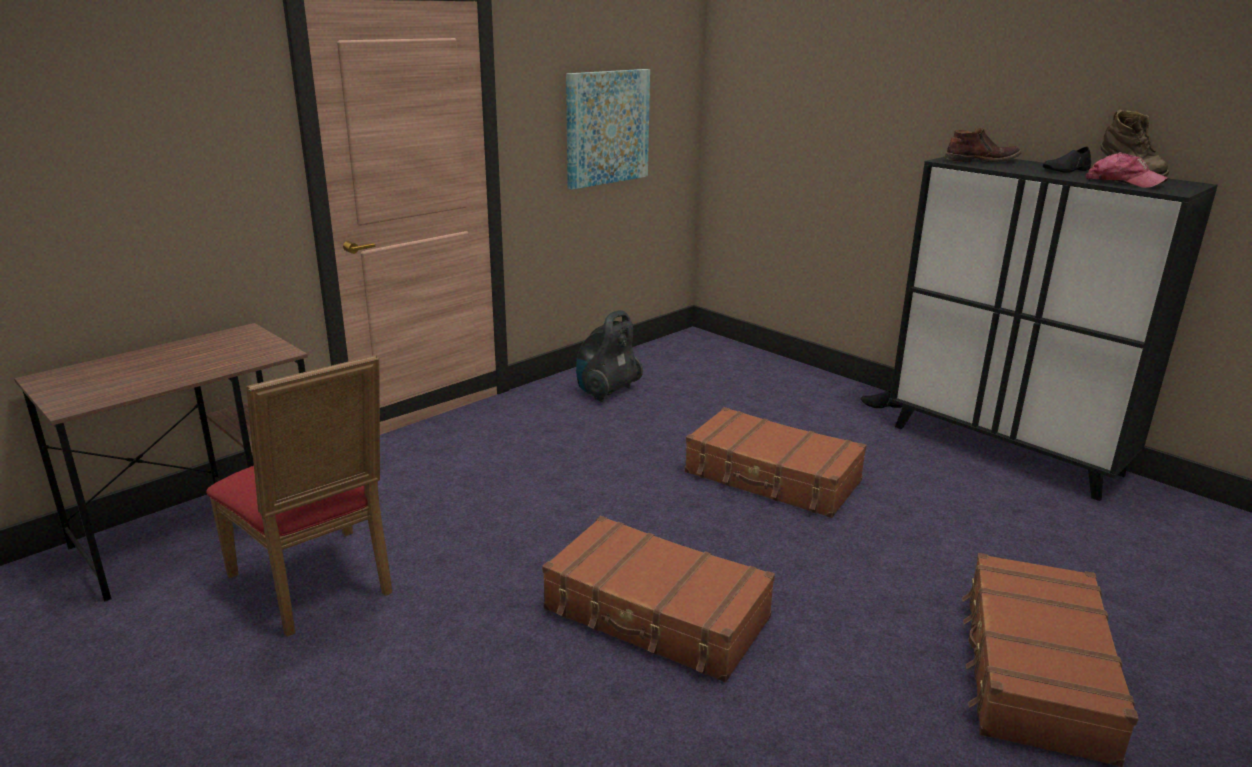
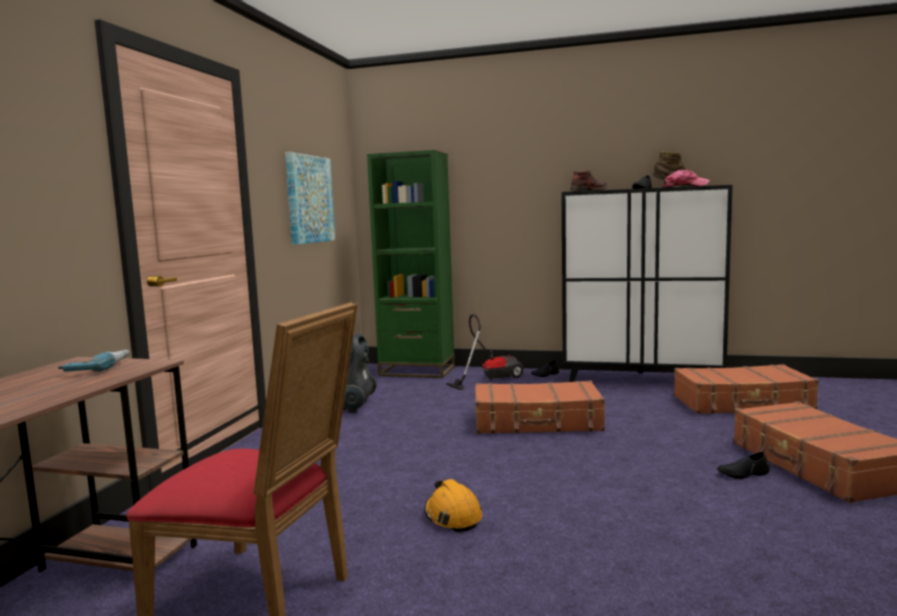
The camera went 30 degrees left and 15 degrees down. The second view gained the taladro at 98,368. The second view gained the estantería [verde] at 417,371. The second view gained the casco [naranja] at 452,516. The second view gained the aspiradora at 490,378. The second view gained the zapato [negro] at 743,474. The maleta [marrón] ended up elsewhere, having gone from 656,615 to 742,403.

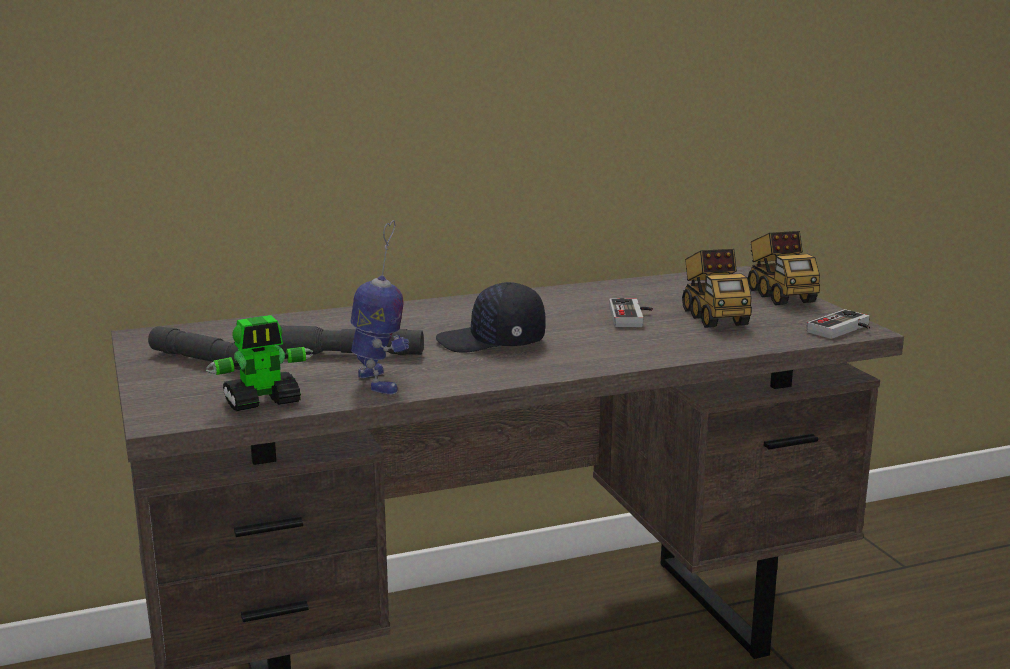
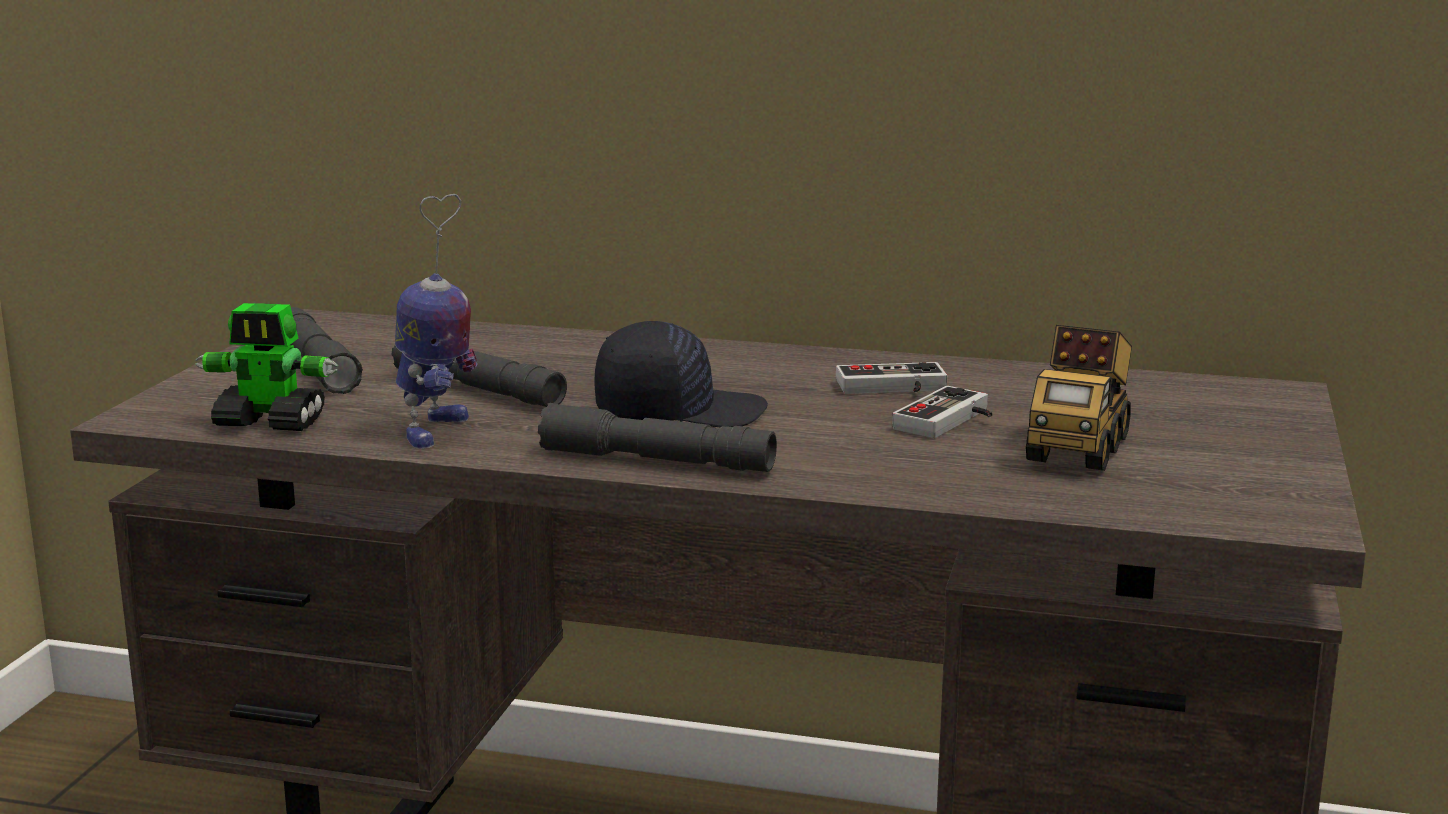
The camera went 35 degrees right and 0 degrees up. The second view lost the camión de juguete at 779,296. The second view gained the linterna [gris] at 657,461. The mando de consola ended up elsewhere, having gone from 843,330 to 893,389. The gorra [negro] at 492,342 ended up facing another way, 135 degrees clockwise from before.

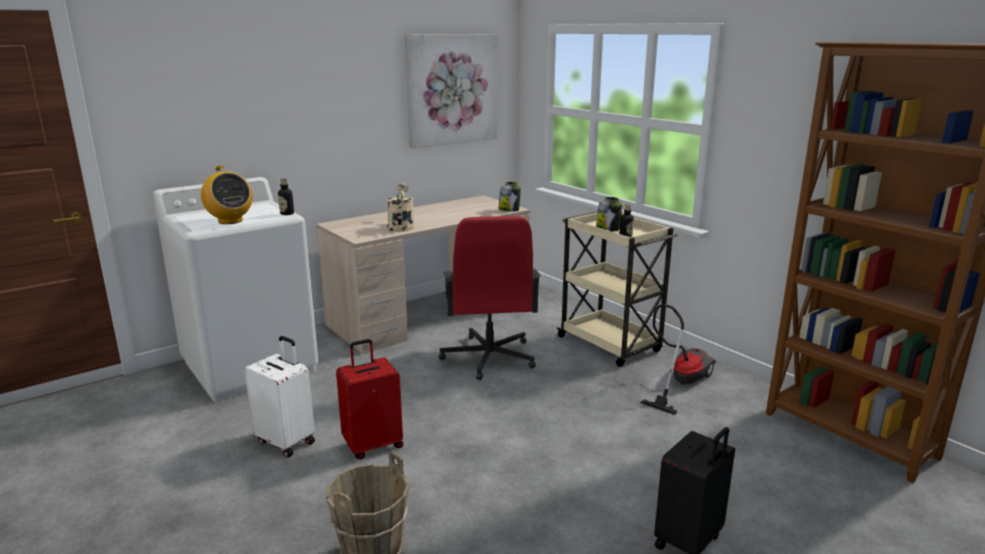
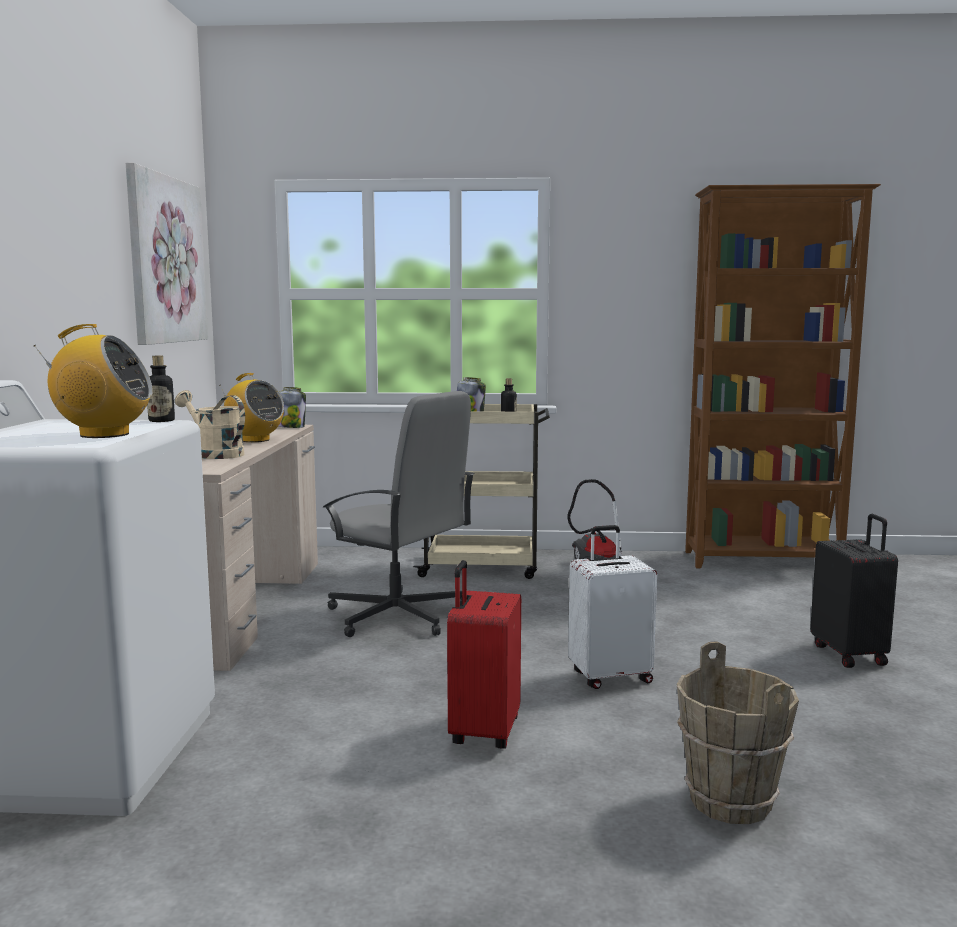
The camera went 50 degrees left and 10 degrees down. The second view gained the radio at 254,440. The maleta [blanco] ended up elsewhere, having gone from 287,441 to 610,676. What was the silla de oficina [rojo] at 489,358 turned into the silla de oficina [gris] at 397,616.

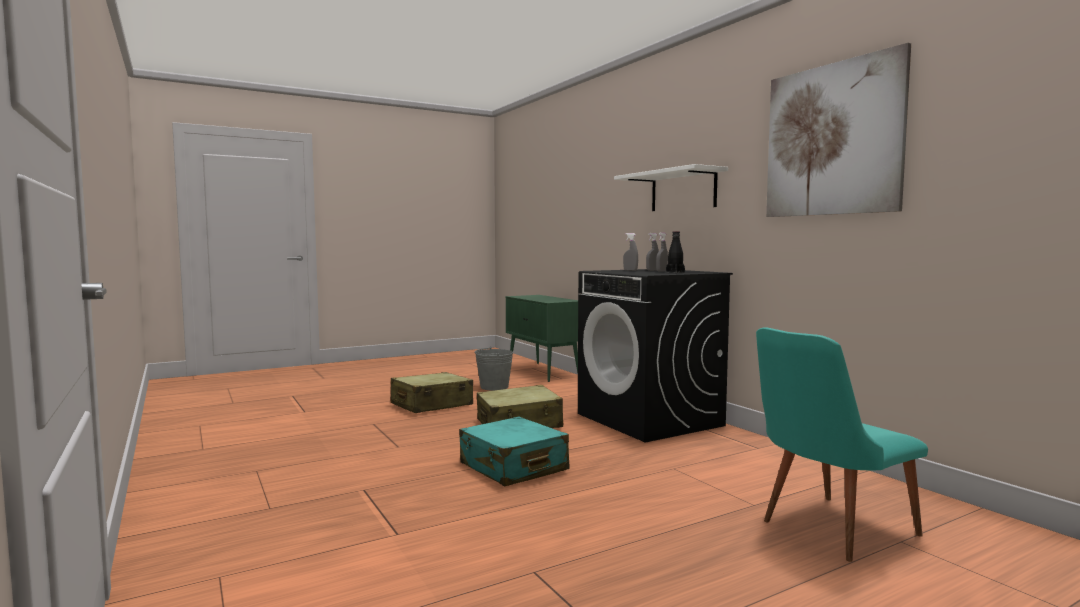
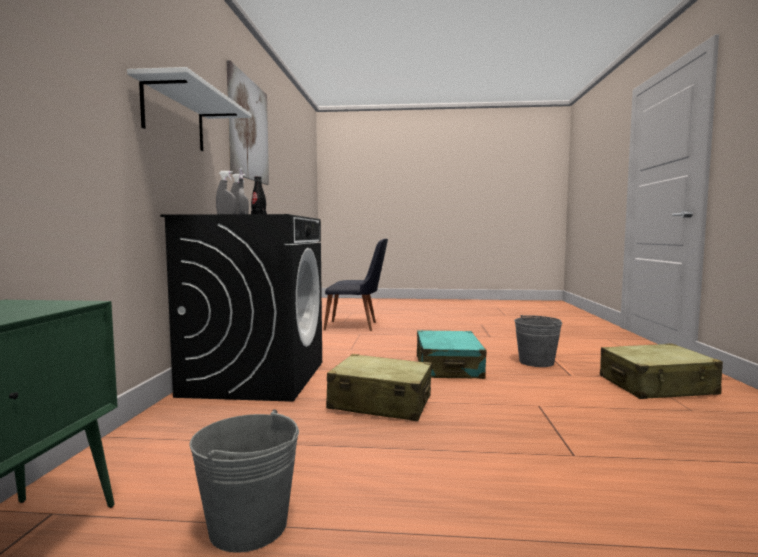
The camera went 145 degrees left and 0 degrees up. The second view gained the cubo [gris] at 536,362. The maleta [beis] ended up elsewhere, having gone from 431,405 to 656,386. What was the silla [turquesa] at 827,530 turned into the silla [negro] at 357,326.

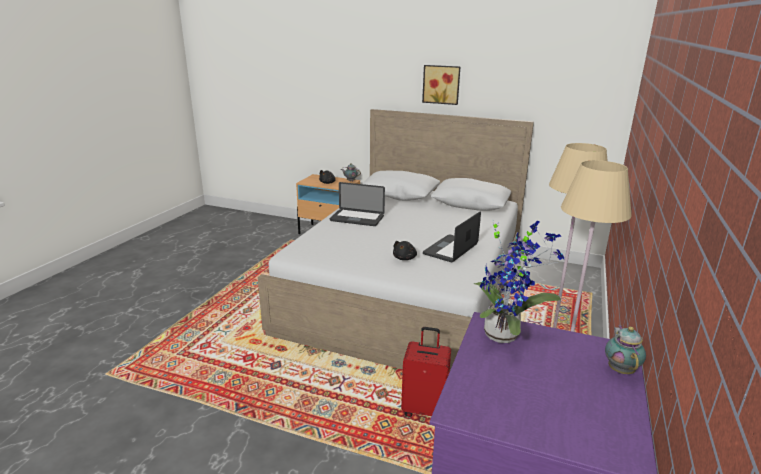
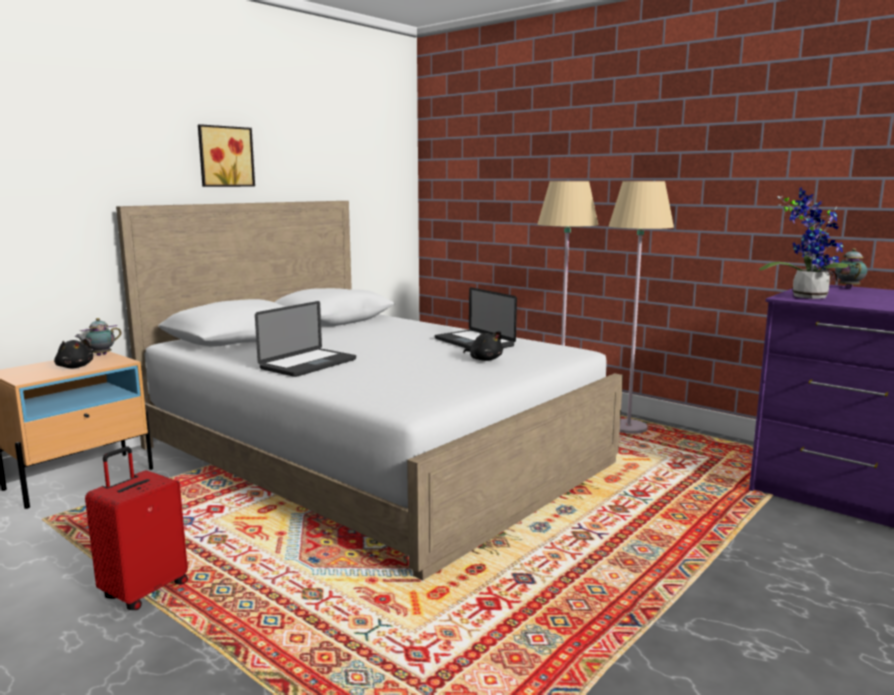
The camera went 70 degrees left and 10 degrees down. The maleta [rojo] ended up elsewhere, having gone from 425,409 to 144,591. The tetera at 620,369 ended up facing another way, 75 degrees clockwise from before.

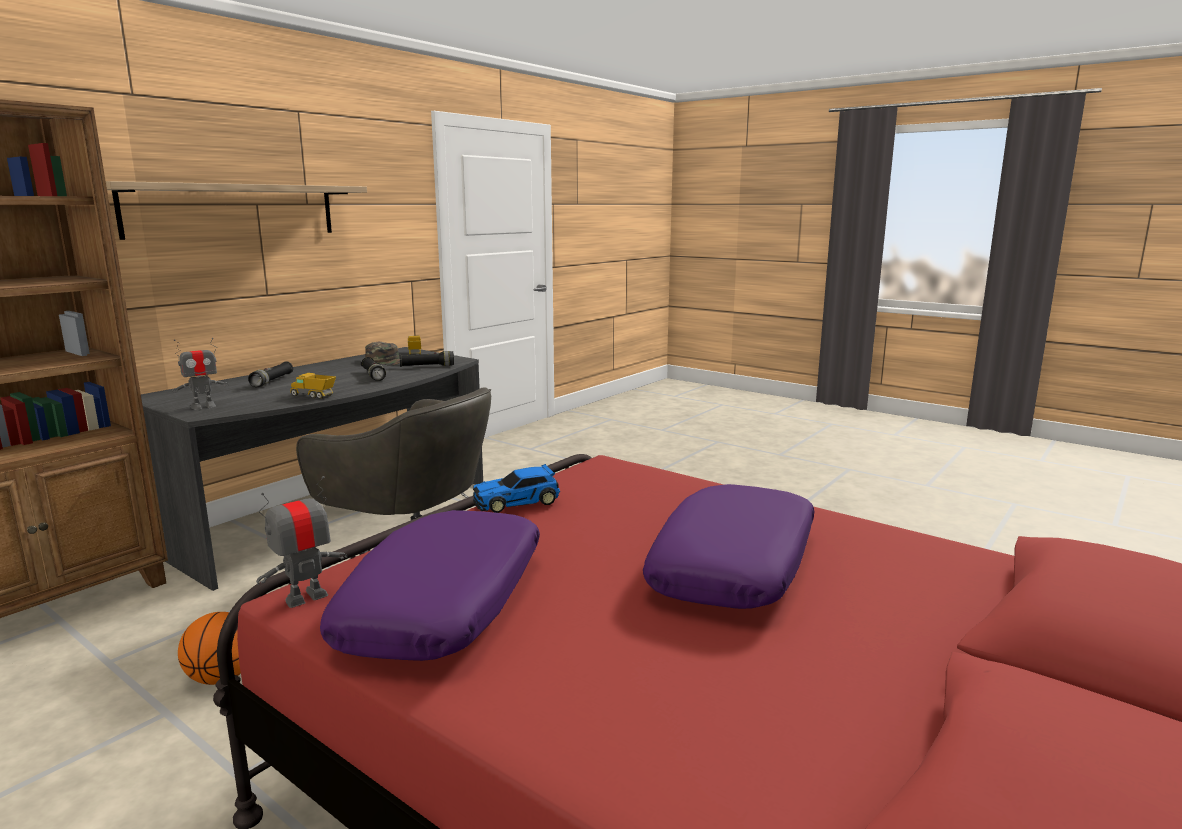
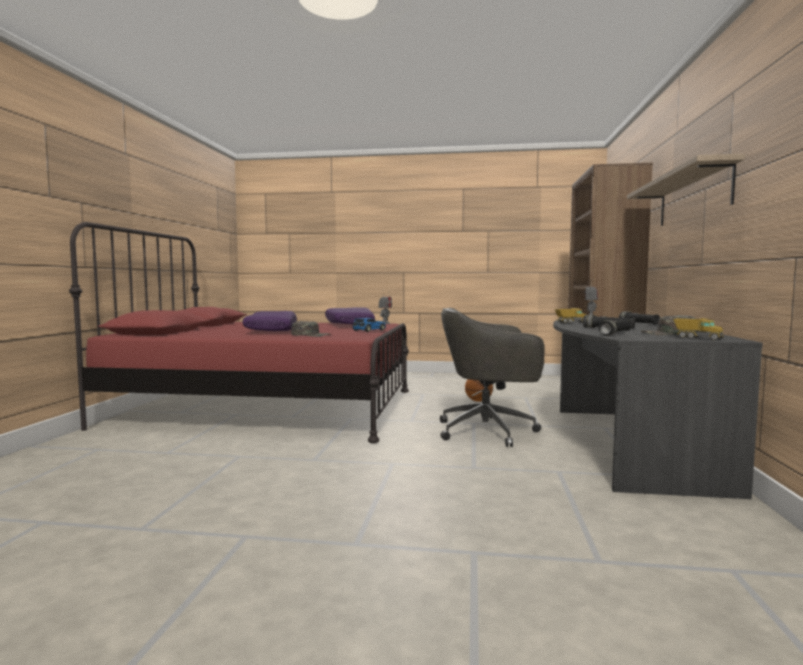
The camera went 150 degrees right and 10 degrees down. The second view gained the gorra [verde] at 311,335.

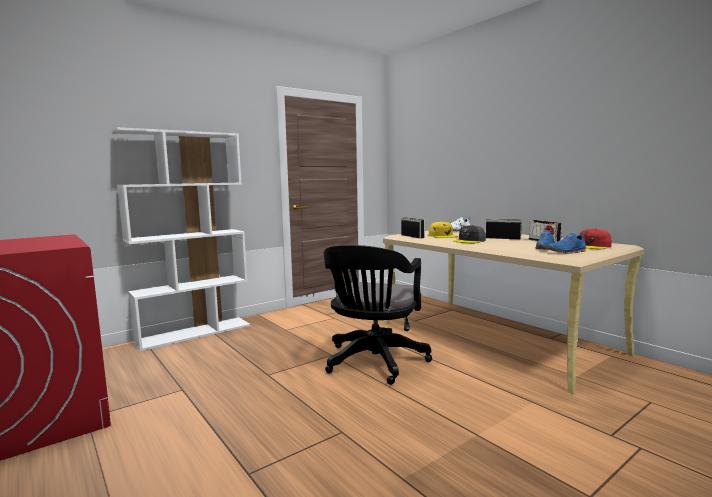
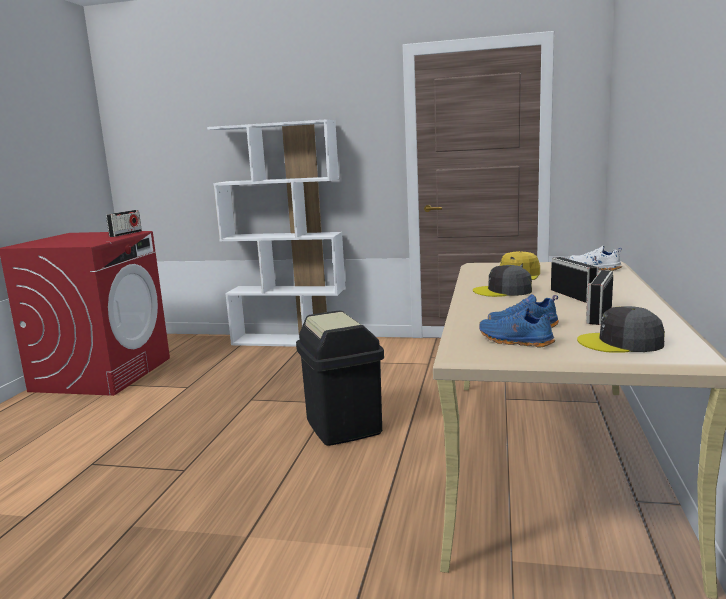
The camera went 50 degrees right and 5 degrees up. The radio ended up elsewhere, having gone from 412,236 to 125,234. Where the silla de oficina [negro] stood at 373,363, the papelera [negro] came to stand at 342,427. What was the gorra [rojo] at 592,246 turned into the gorra [gris] at 621,343.

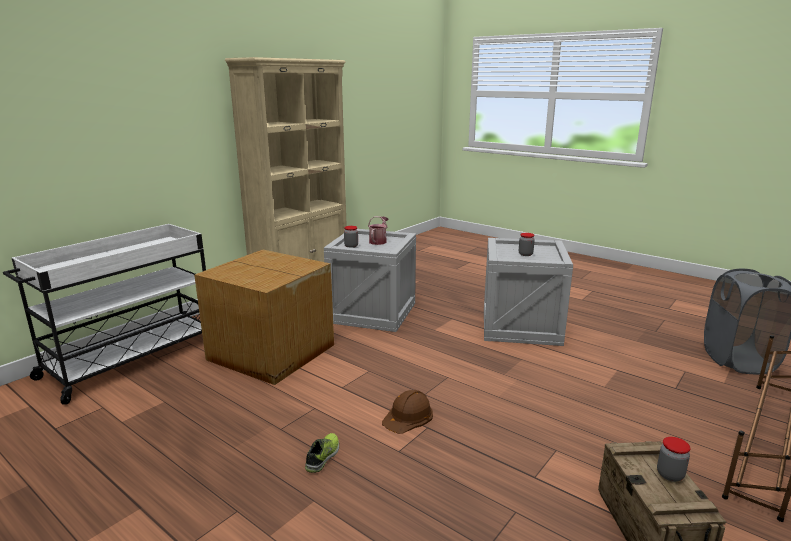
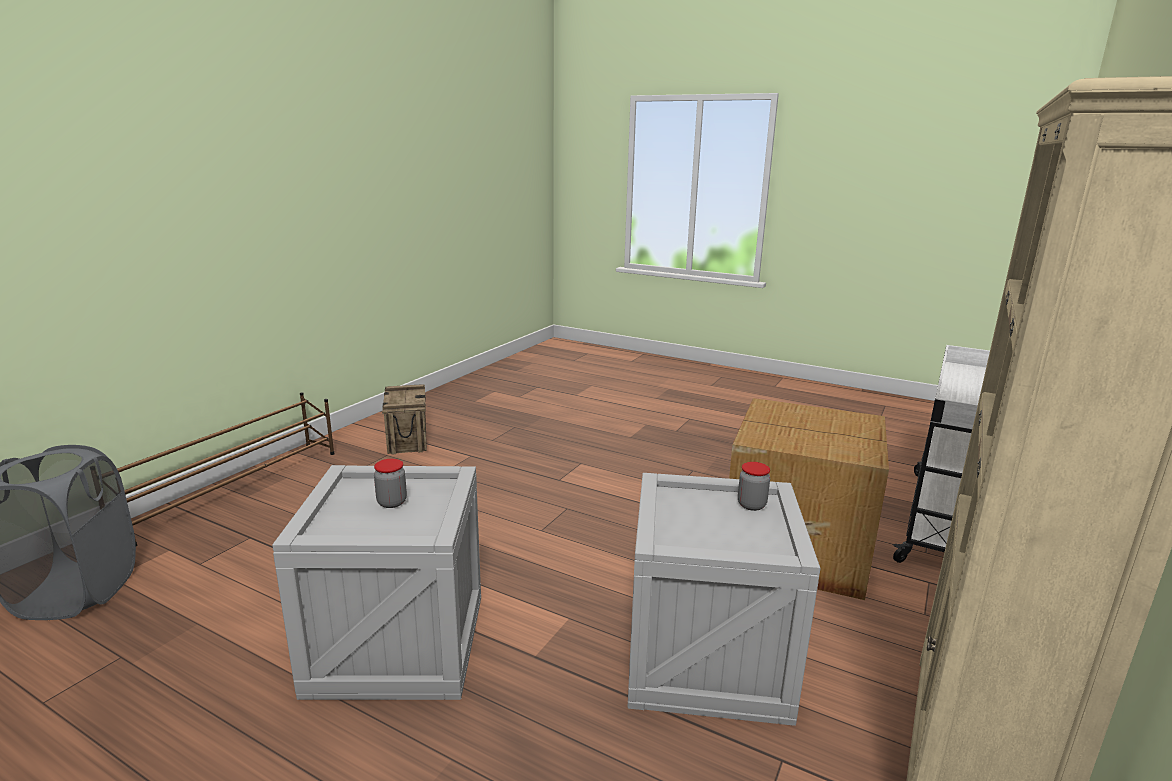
The camera went 170 degrees right and 0 degrees up. The second view lost the zapato at 323,456. The second view lost the regadera at 378,241. The second view lost the casco [marrón] at 408,416. The second view lost the tarro at 670,475.

